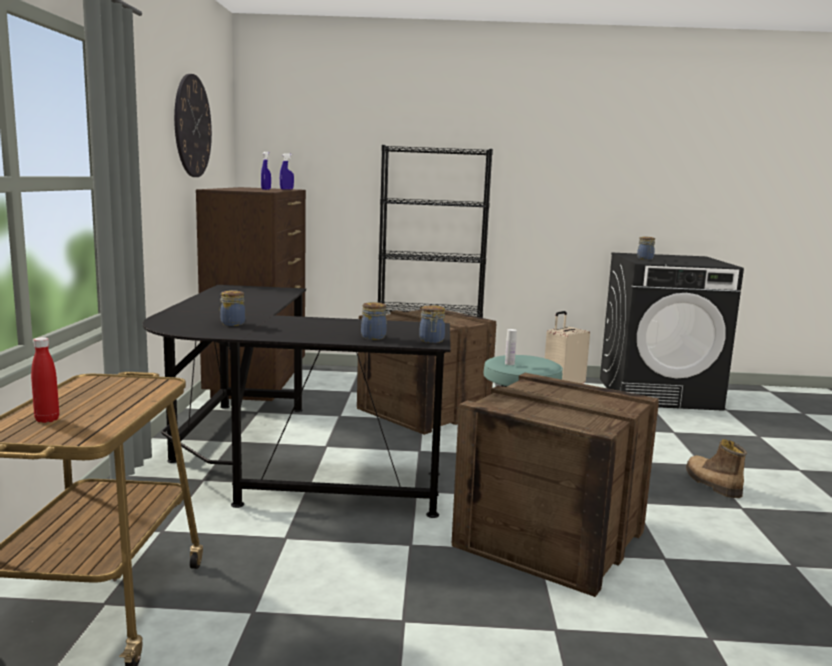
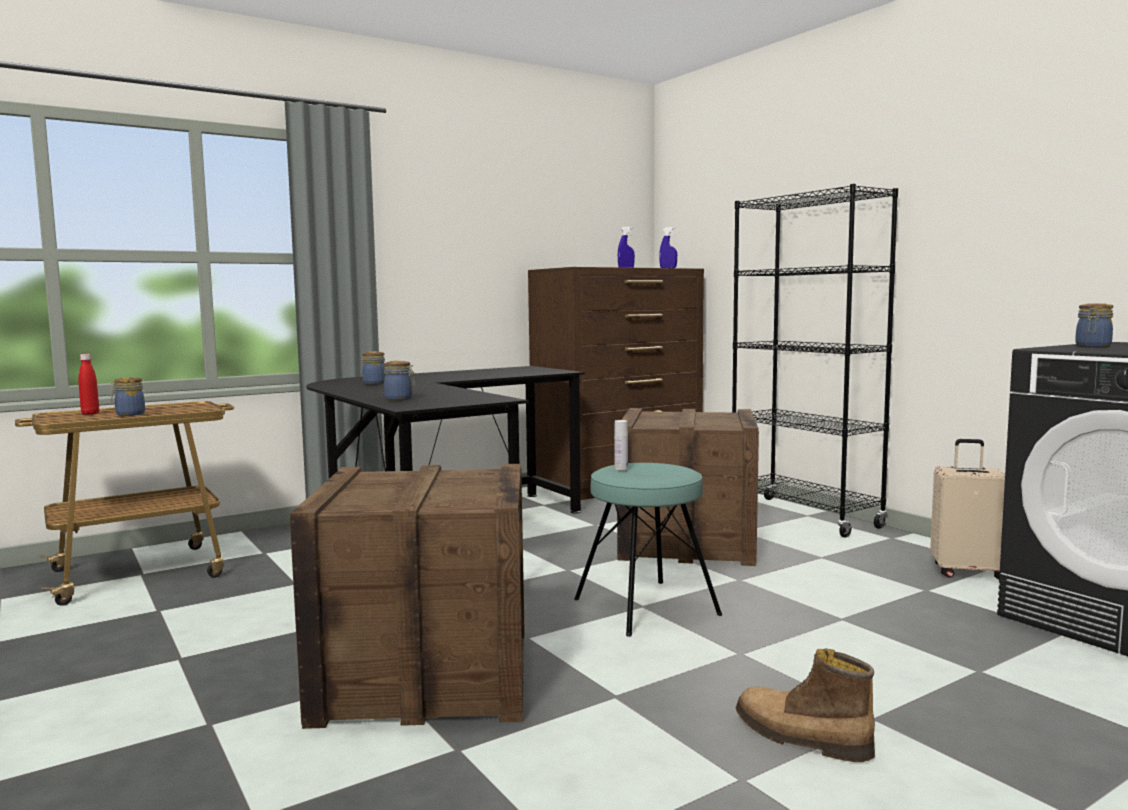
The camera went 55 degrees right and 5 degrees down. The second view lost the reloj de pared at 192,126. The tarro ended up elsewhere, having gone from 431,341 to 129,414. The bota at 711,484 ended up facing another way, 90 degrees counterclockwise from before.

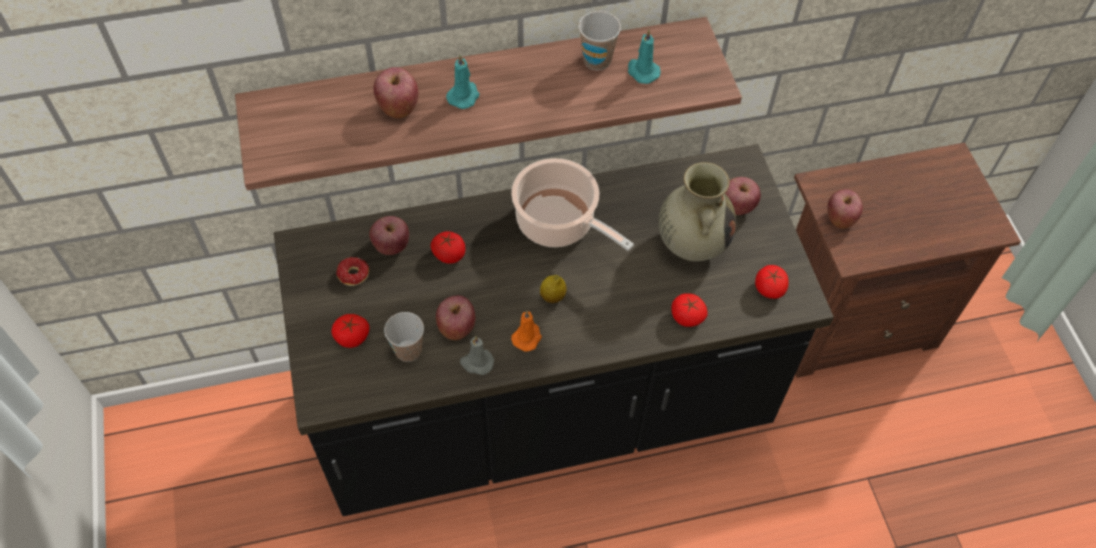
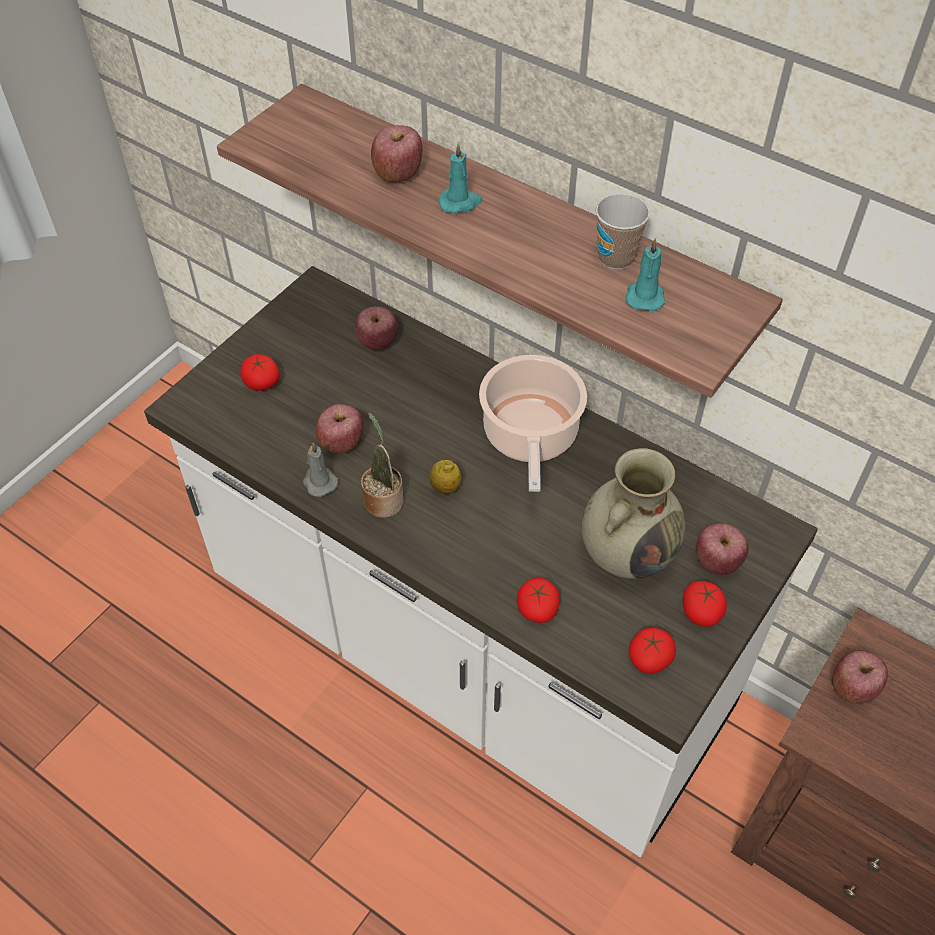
The camera went 50 degrees right and 5 degrees down. The second view lost the rosquilla at 354,279. The second view lost the taza at 408,350. The tomate ended up elsewhere, having gone from 449,254 to 701,611. Where the vela [naranja] stood at 527,337, the planta en maceta came to stand at 383,499. What was the mueble bajo de cocina [negro] at 544,408 turned into the mueble bajo de cocina [blanco] at 467,649.

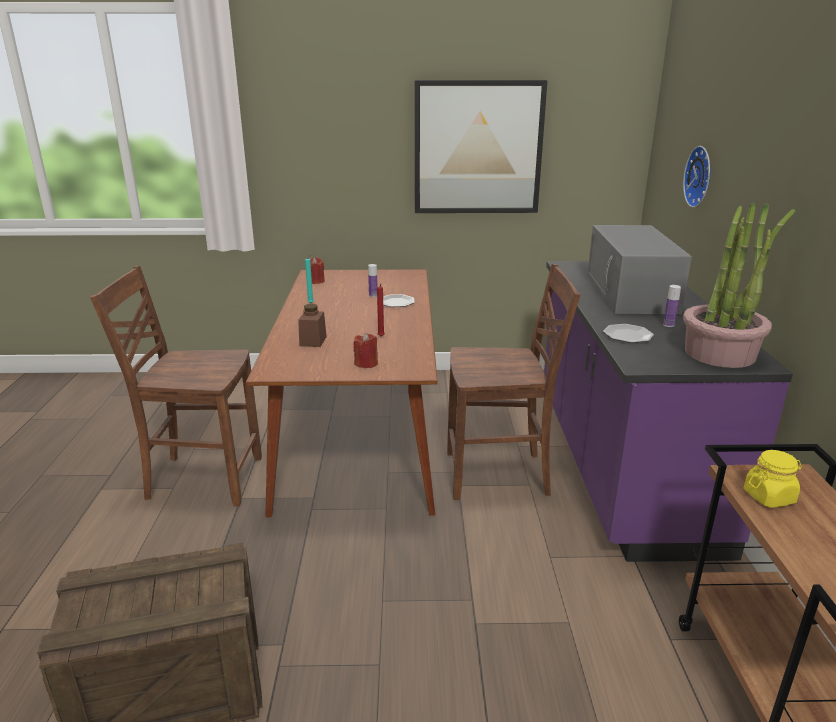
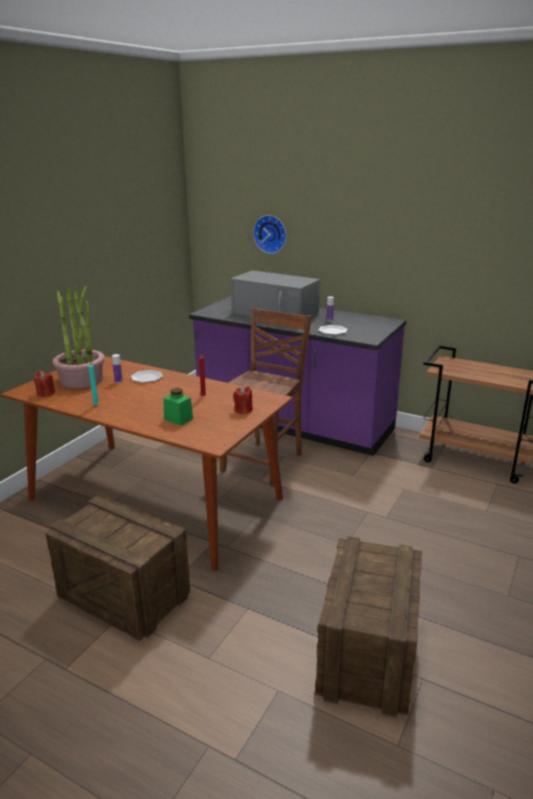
The camera went 60 degrees left and 0 degrees up. The second view lost the cuadro at 477,148. The second view lost the tarro [amarillo] at 769,497. The planta en maceta ended up elsewhere, having gone from 720,353 to 82,379. Where the silla [marrón] stood at 202,478, the caja de embalaje came to stand at 123,595. What was the tarro [marrón] at 313,341 turned into the tarro [verde] at 178,419.

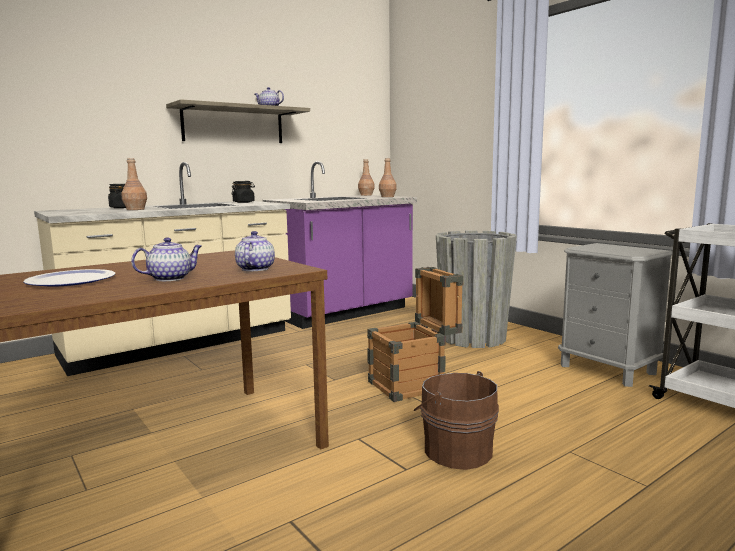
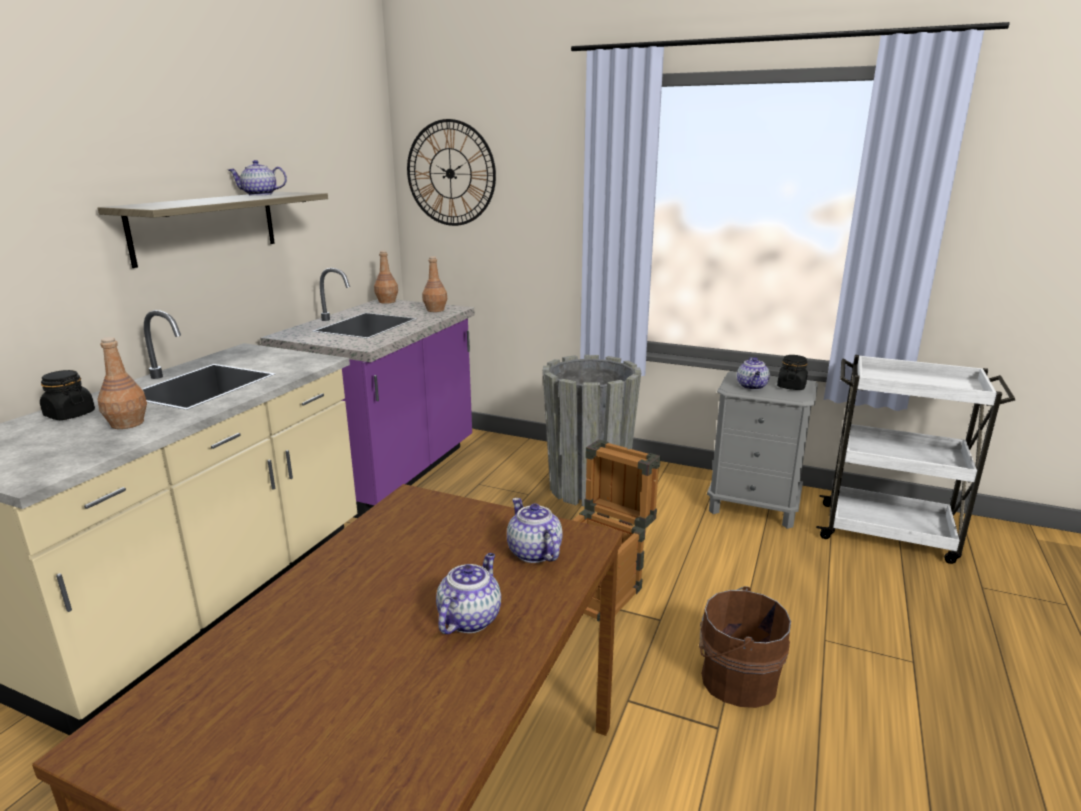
The camera went 30 degrees left and 10 degrees up. The second view lost the plato at 71,280. The second view gained the reloj de pared at 450,173. The second view gained the tetera at 752,387. The tarro [negro] ended up elsewhere, having gone from 243,202 to 791,386.

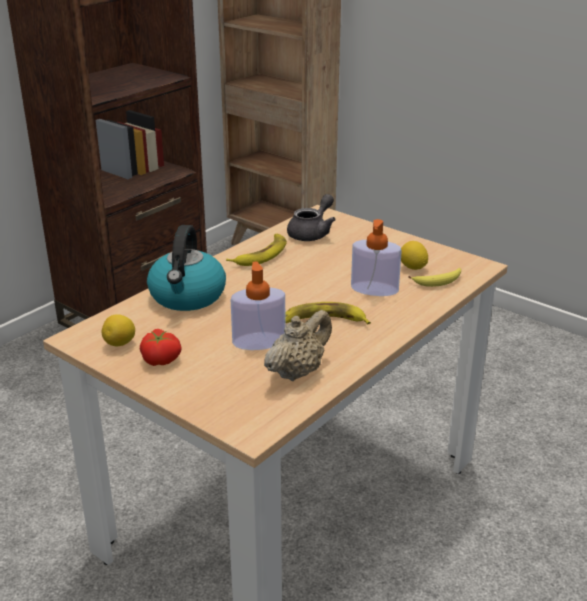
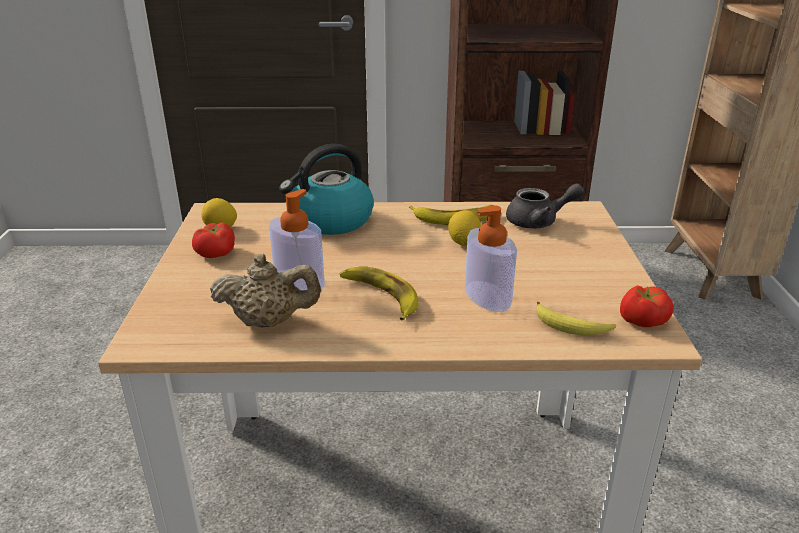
The camera went 50 degrees right and 0 degrees up. The second view gained the tomate at 642,320. The limón ended up elsewhere, having gone from 412,267 to 463,242.

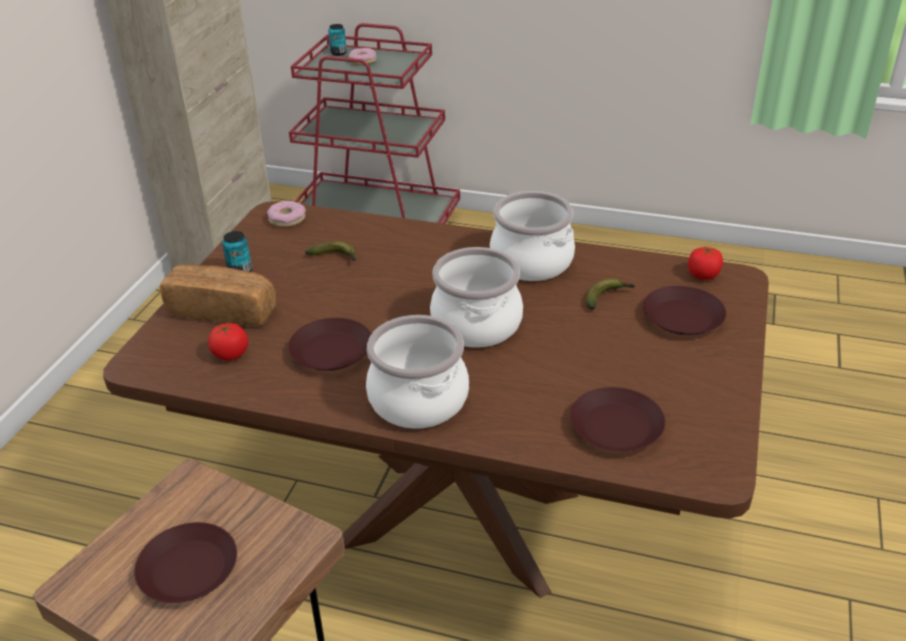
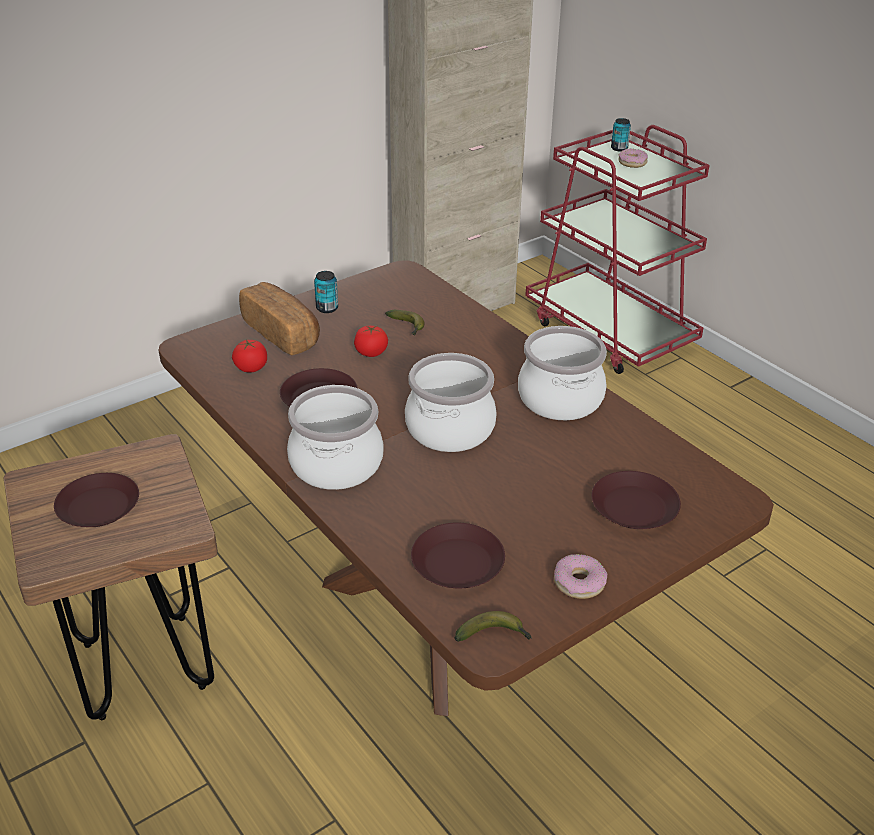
The camera went 35 degrees right and 0 degrees up. The rosquilla ended up elsewhere, having gone from 287,219 to 579,582. The plátano ended up elsewhere, having gone from 607,297 to 494,635. The tomate ended up elsewhere, having gone from 703,275 to 371,352.

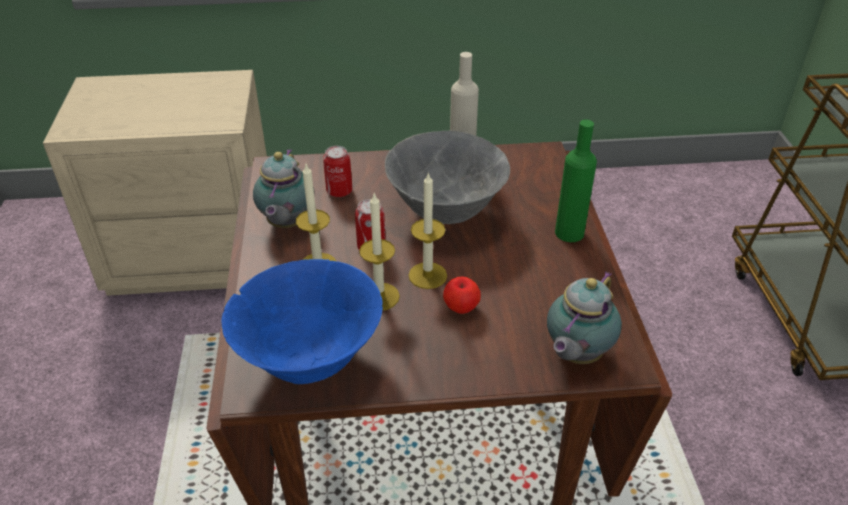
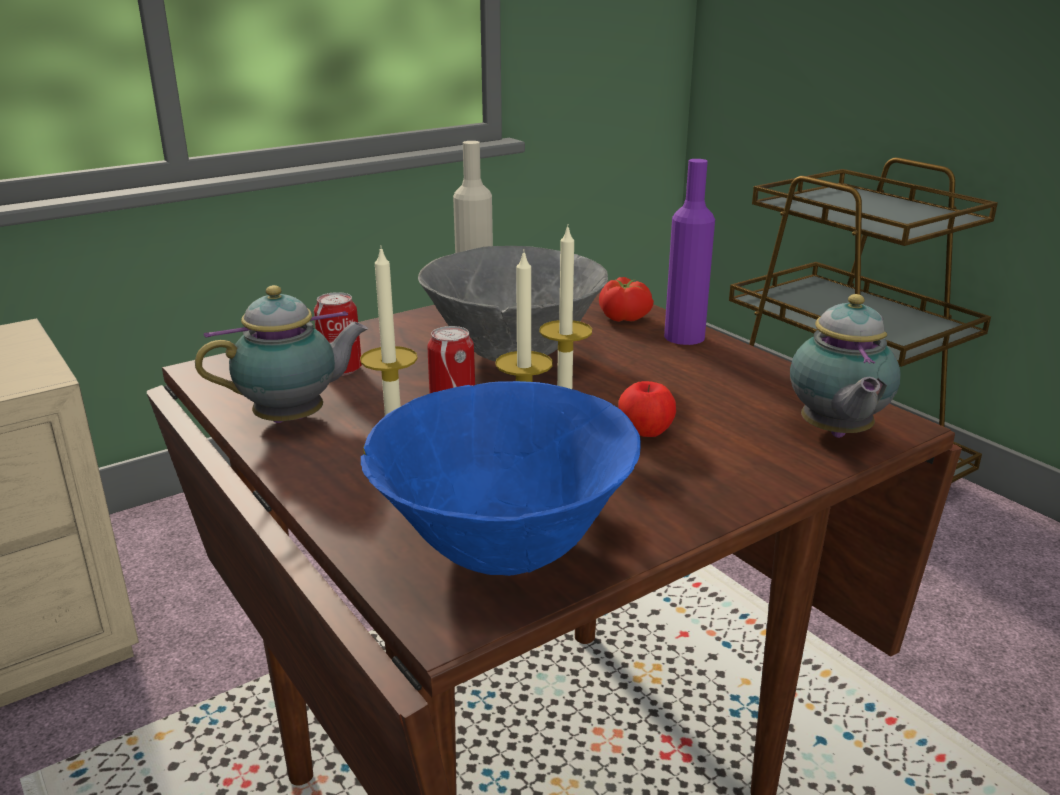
The camera went 30 degrees left and 15 degrees down. The second view gained the tomate at 625,317. What was the botella [verde] at 569,233 turned into the botella [morado] at 684,337. The tetera at 286,224 ended up facing another way, 90 degrees counterclockwise from before.

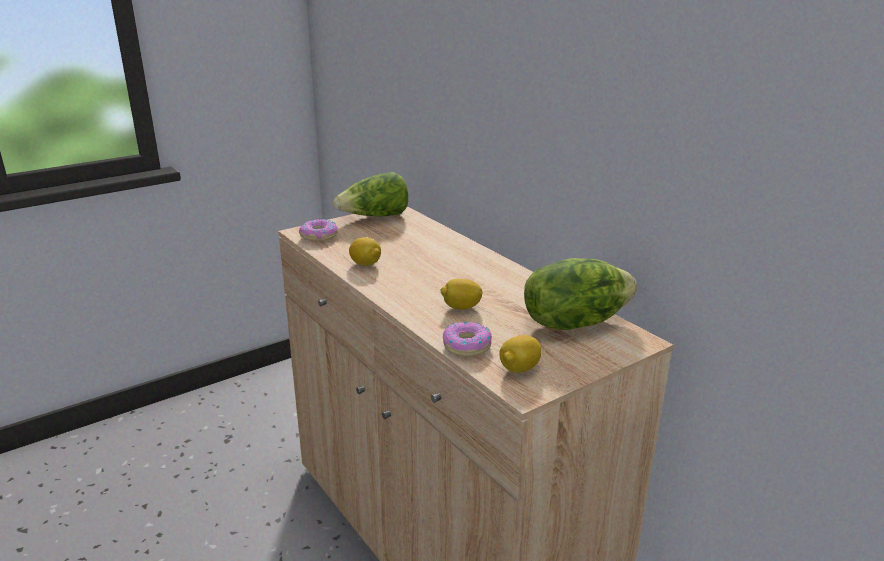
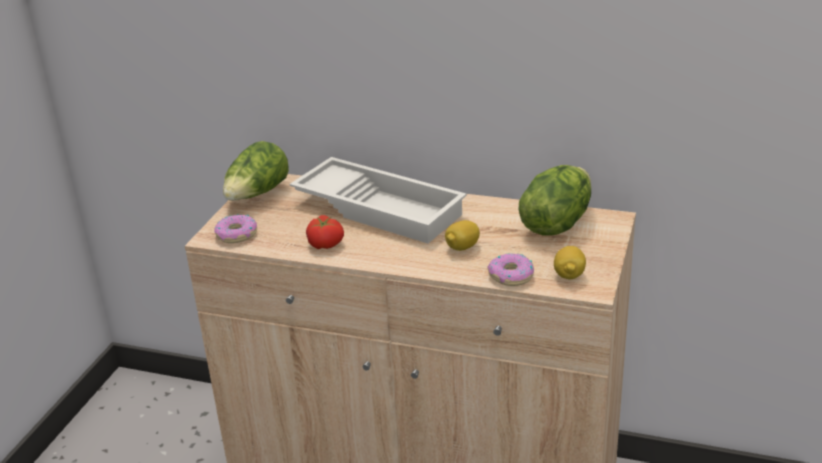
The camera went 35 degrees left and 5 degrees up. The second view gained the bandeja [blanco] at 381,208. Where the limón stood at 365,264, the tomate came to stand at 326,243.

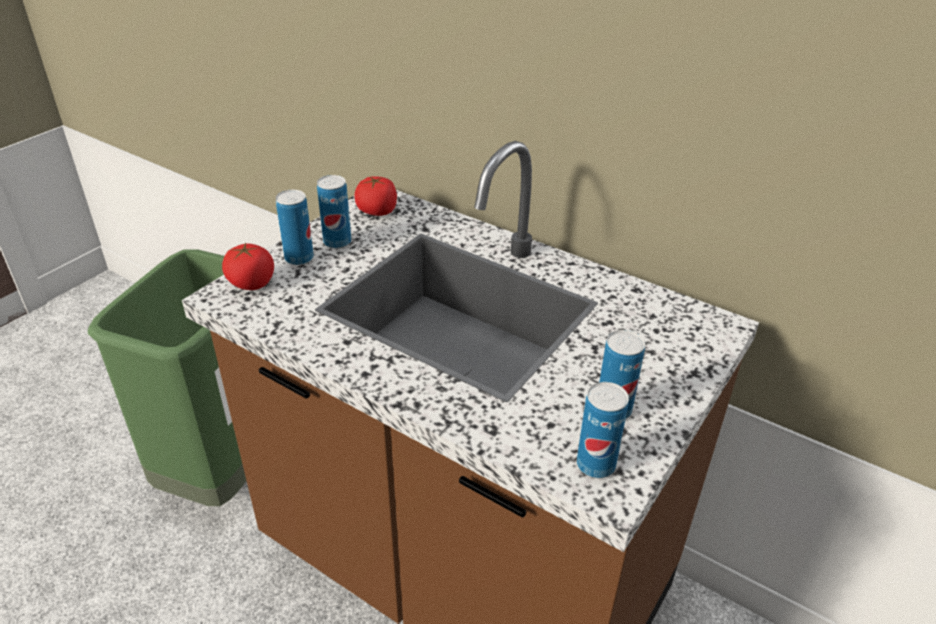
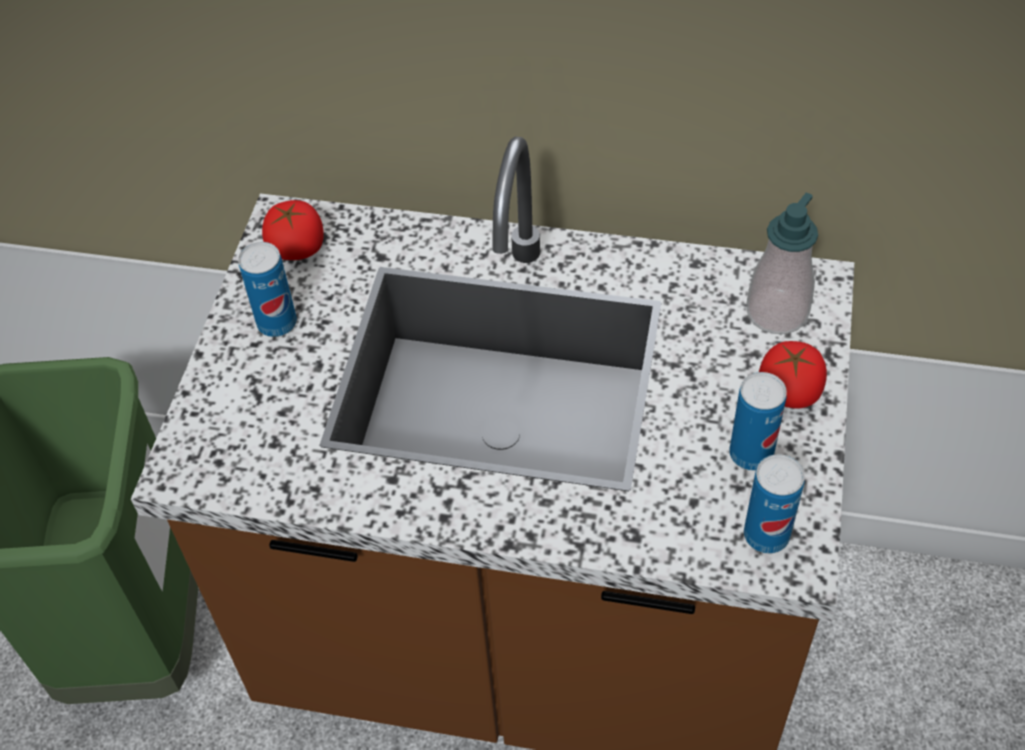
The camera went 20 degrees left and 15 degrees up. The second view lost the lata at 299,258. The second view gained the dispensador de jabón at 777,312. The tomate ended up elsewhere, having gone from 251,283 to 788,392.

